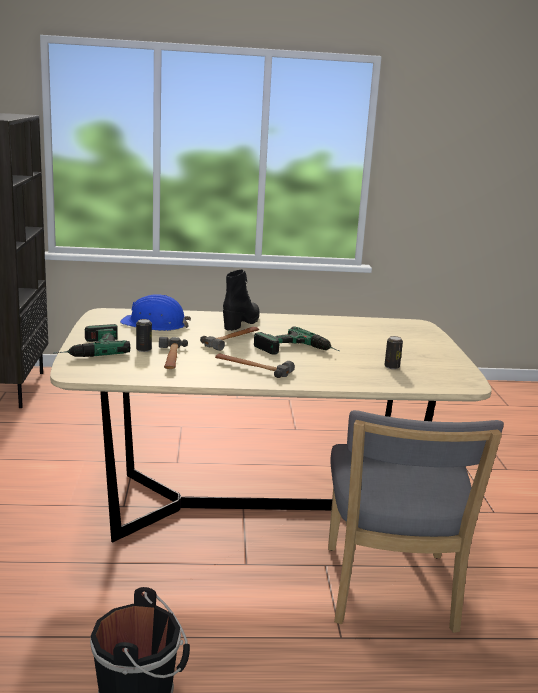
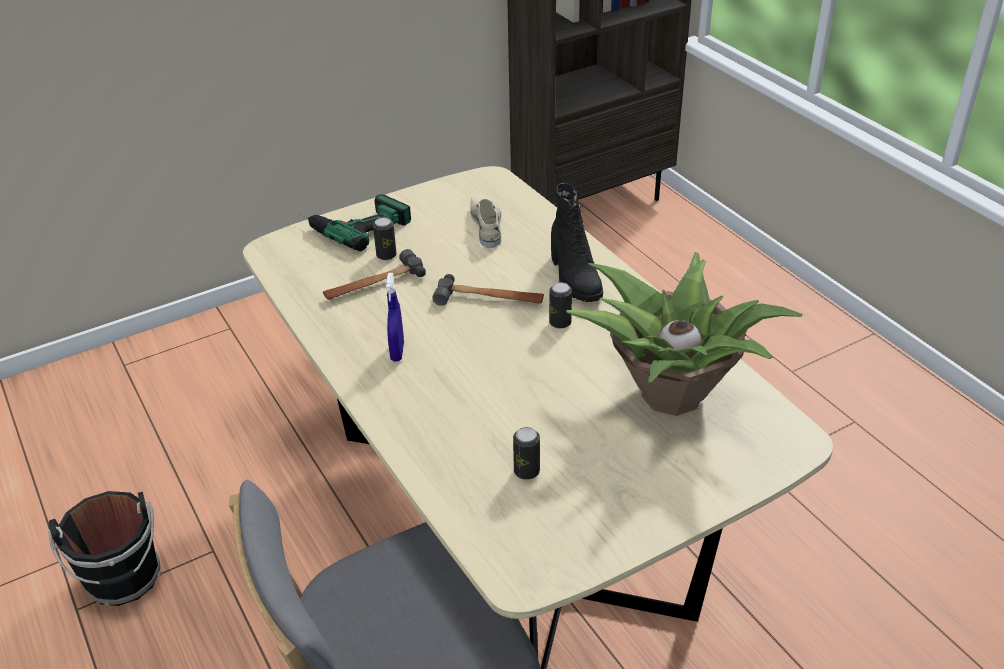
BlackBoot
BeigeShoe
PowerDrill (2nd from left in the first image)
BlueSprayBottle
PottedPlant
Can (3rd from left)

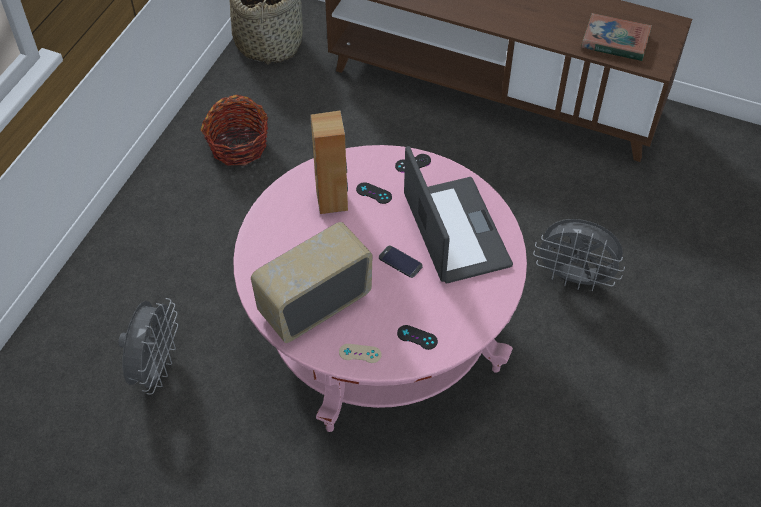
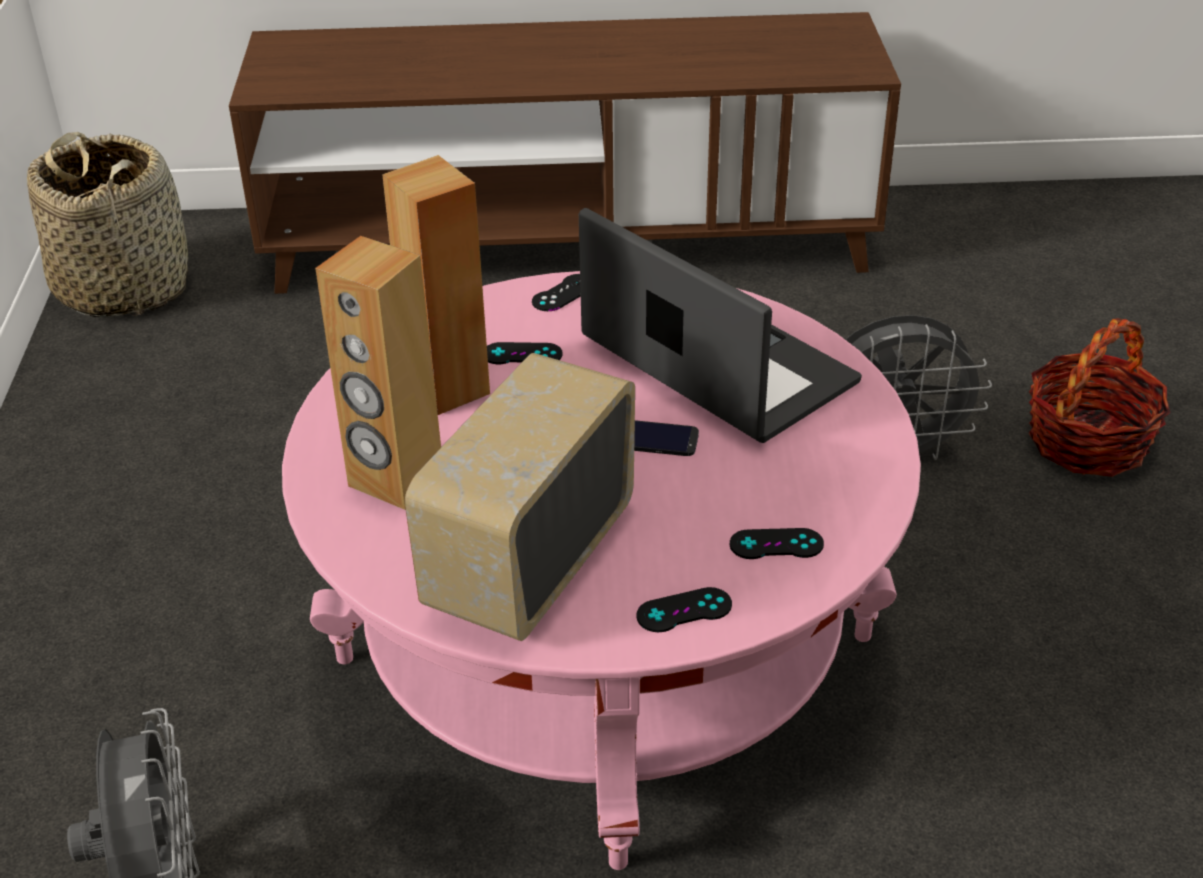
Book
Basket (2nd from left)
BlackGameController (3rd from left)
BrownSpeaker (1st from left)

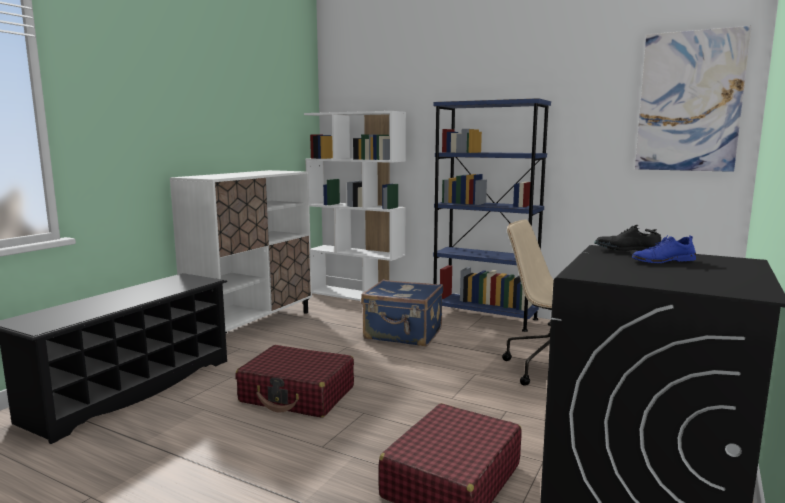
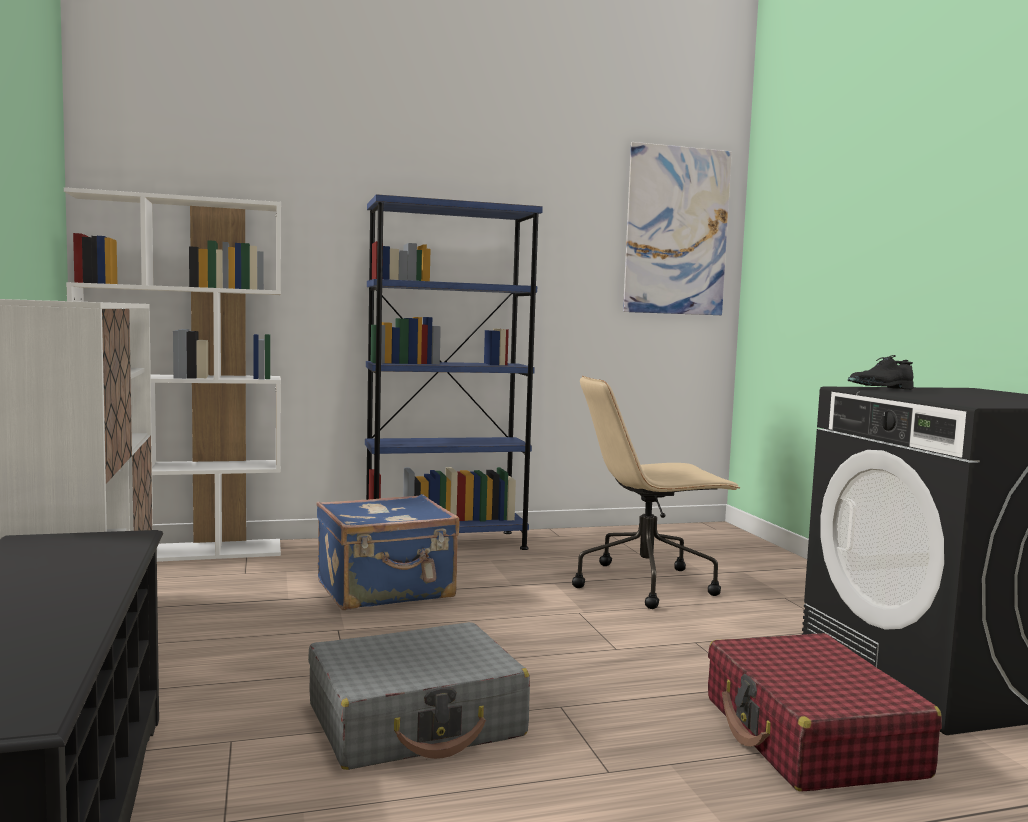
BlueShoe
GreySuitcase

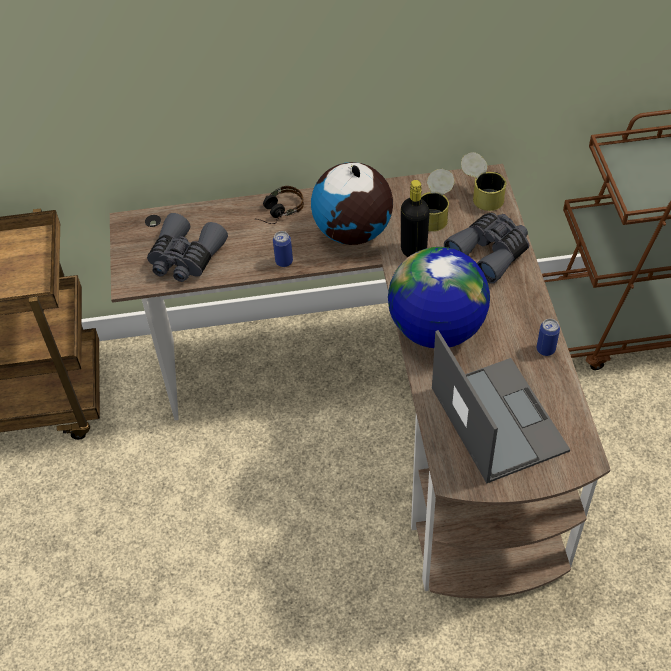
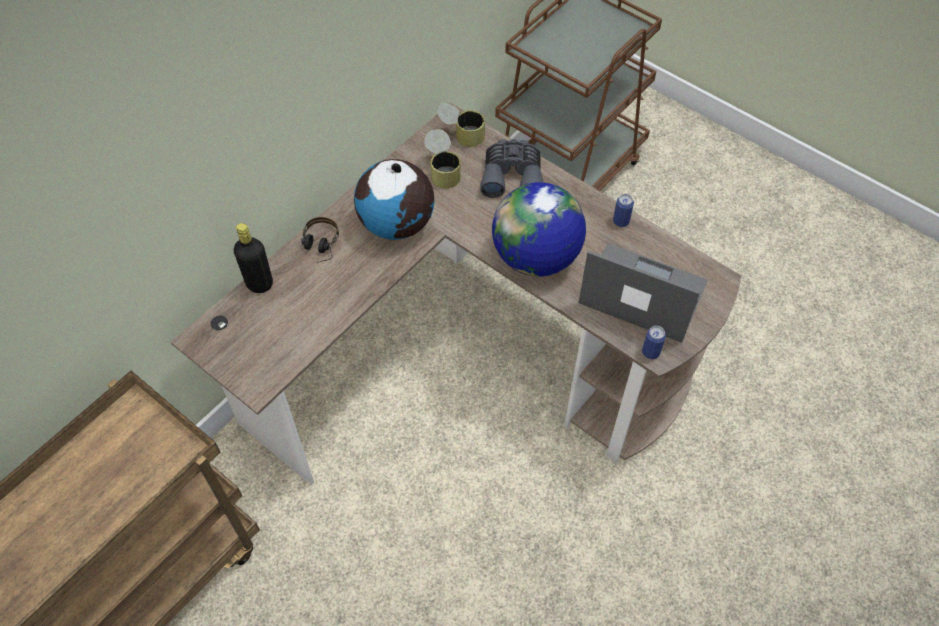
BlackBottle
GreyBinoculars (1st from left in the first image)
Can (4th from left)

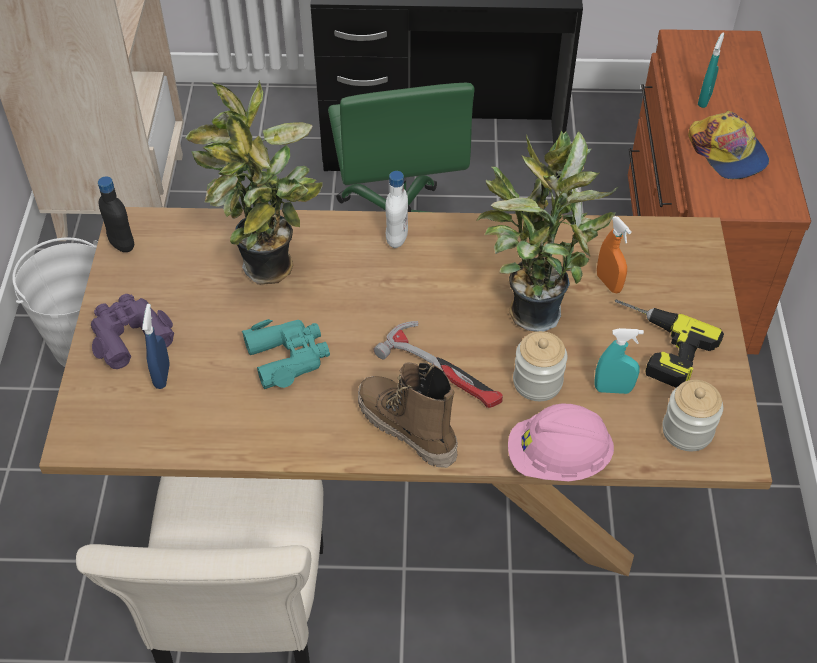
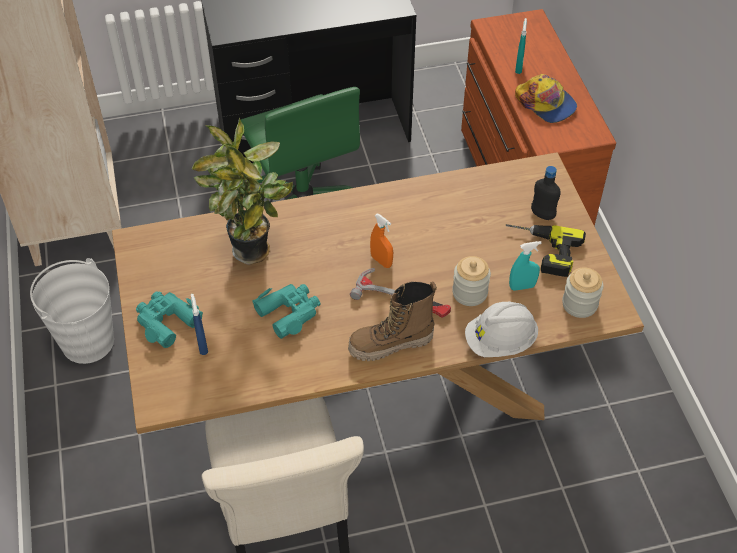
PottedPlant (2nd from left in the first image)
WhiteBottle
BlackBottle
OrangeSprayBottle
TurquoiseBinoculars (1st from left)
Boot
WhiteHardHat

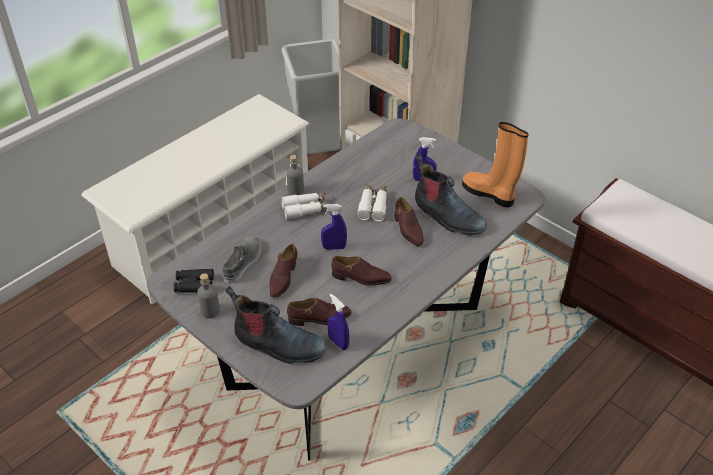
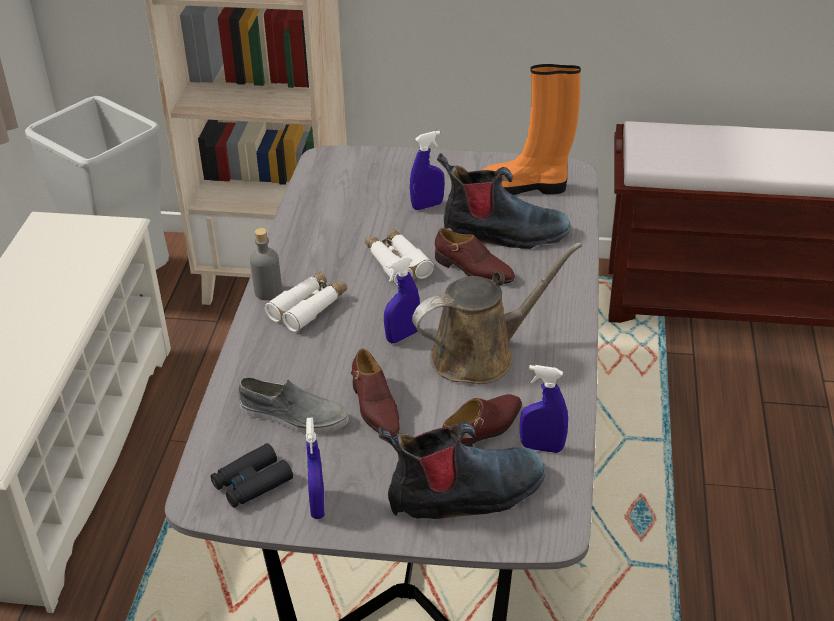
GreyShoe
BrownWateringCan
BlueSprayBottle (1st from left)

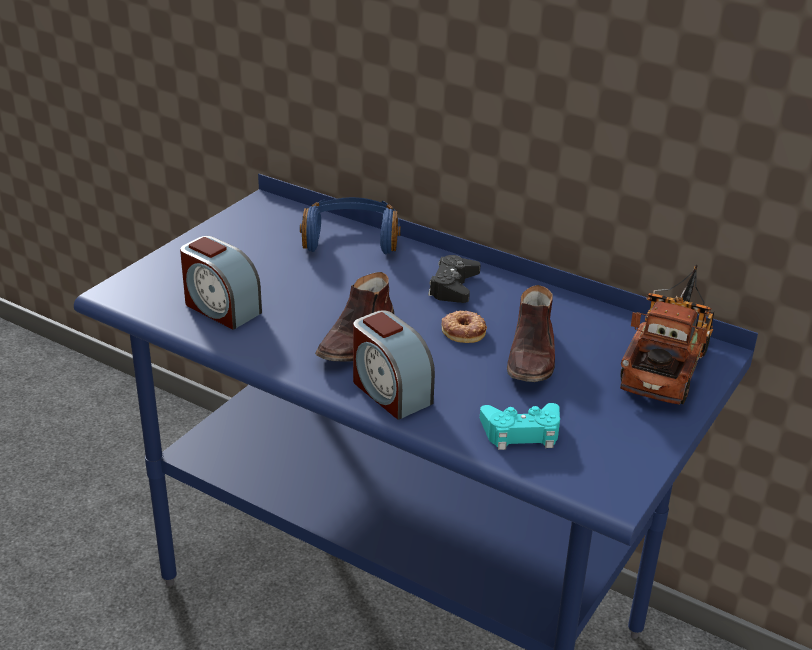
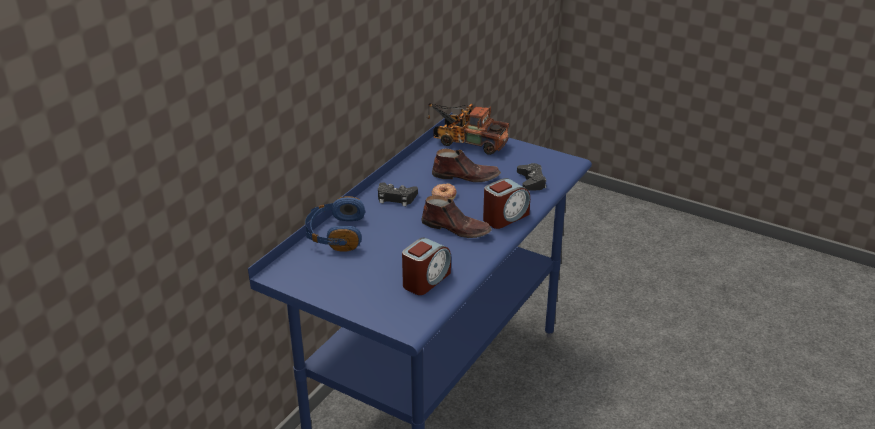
BlackGameController (2nd from left)

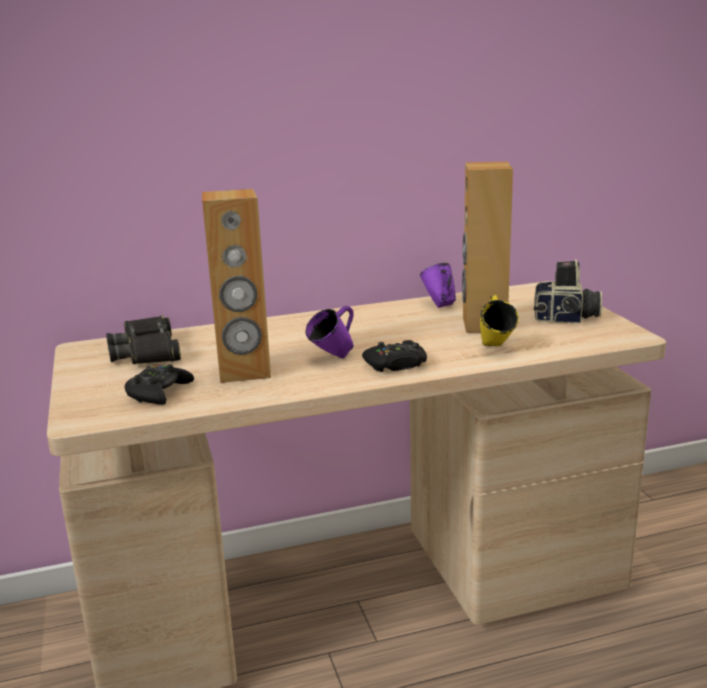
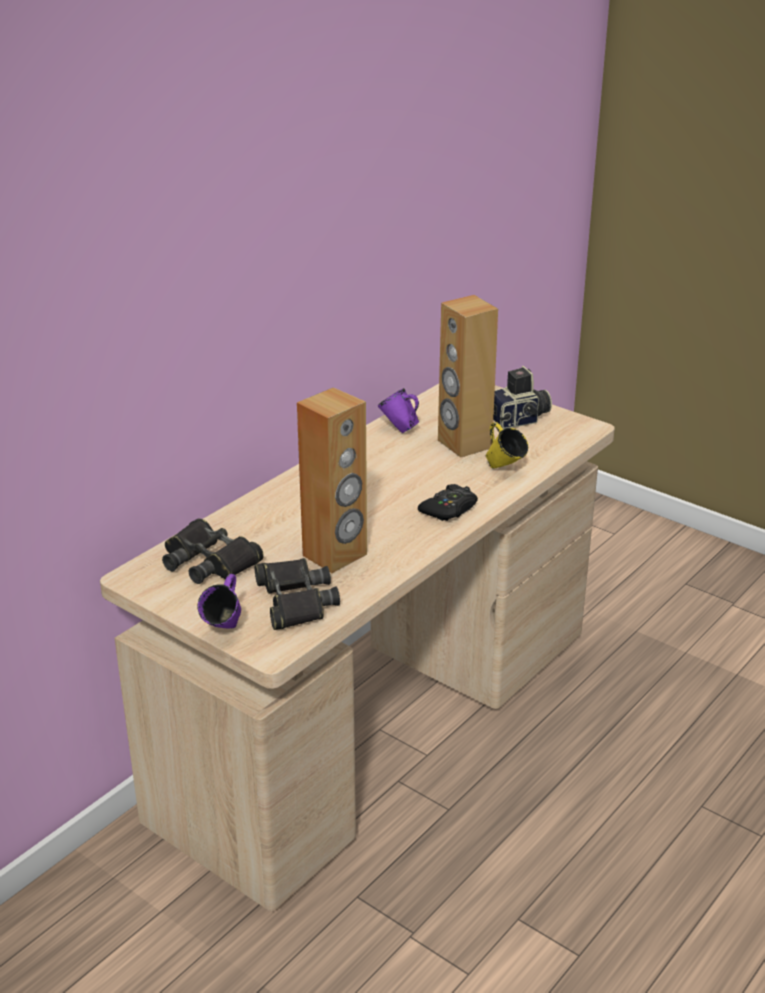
PurpleMug (1st from left)
BlackBinoculars (2nd from left)

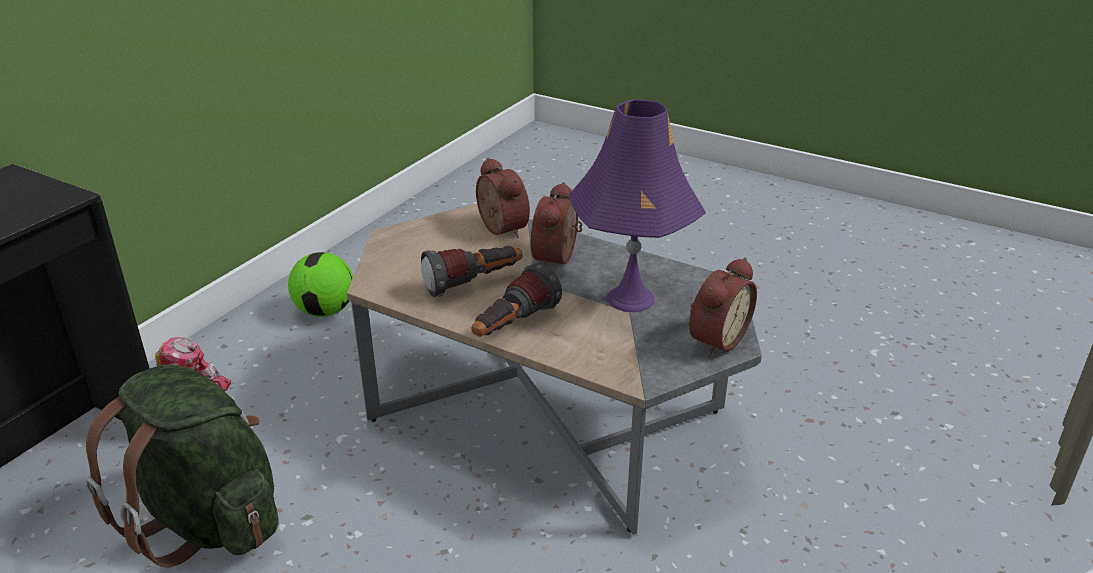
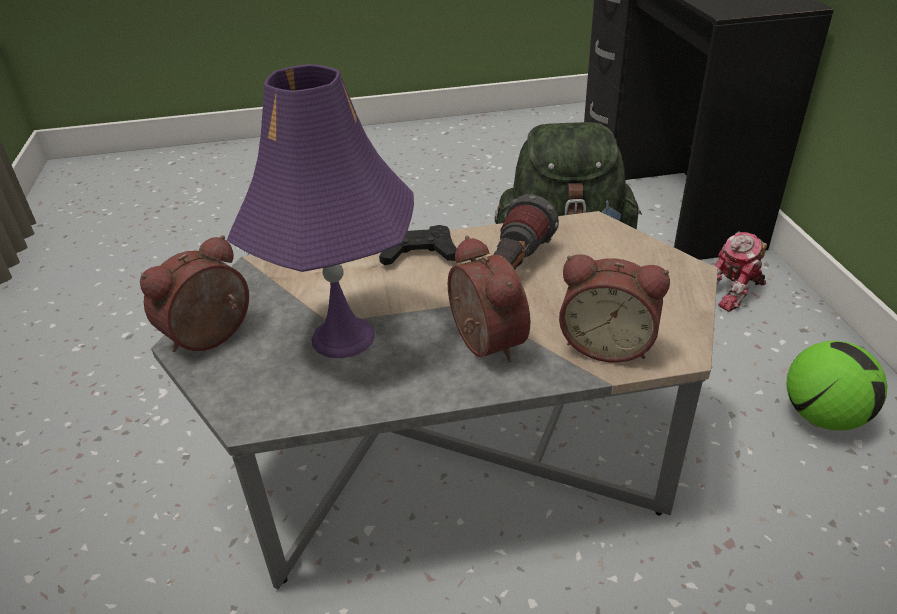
AlarmClock (1st from left)
BlackGameController

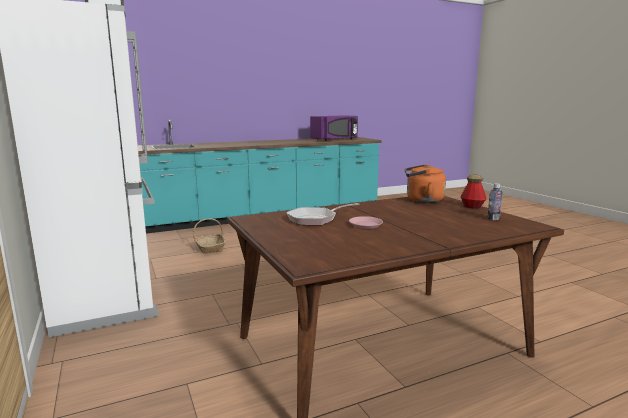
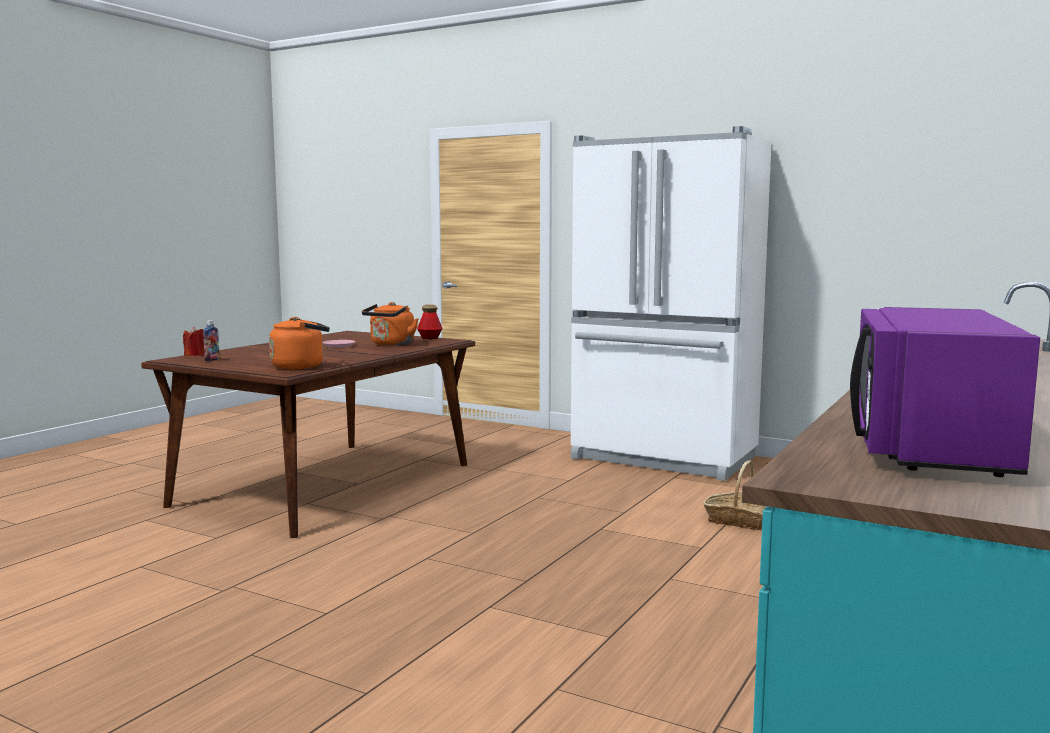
Bottle (2nd from left)
OrangeKettle (2nd from left)
RedCandle

